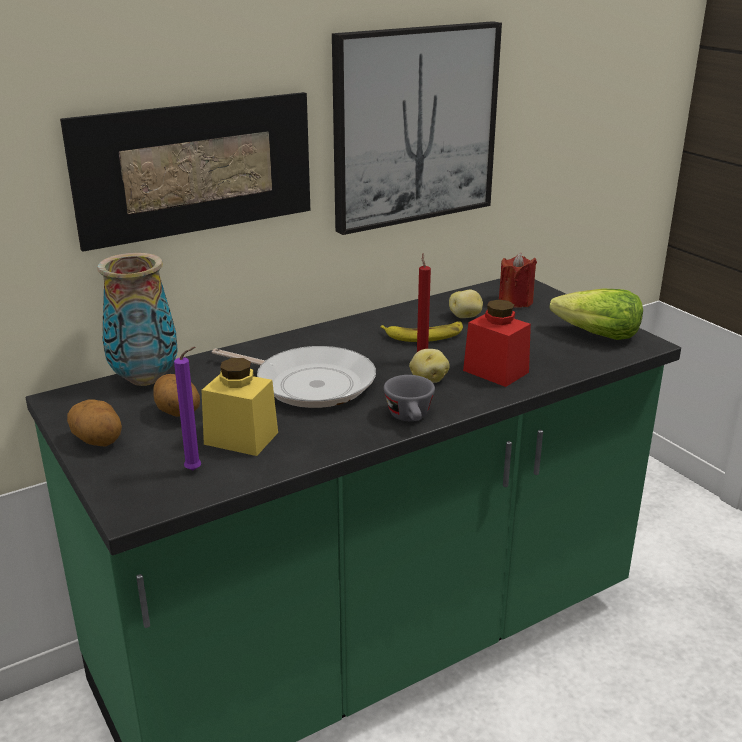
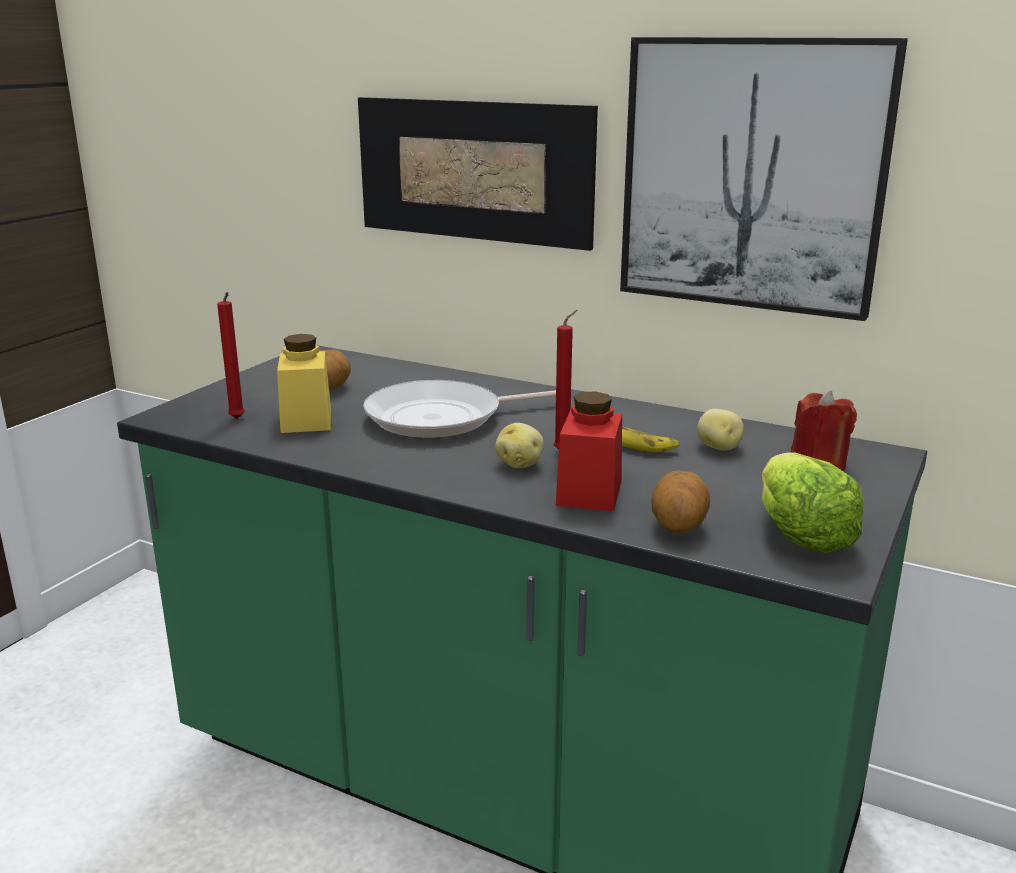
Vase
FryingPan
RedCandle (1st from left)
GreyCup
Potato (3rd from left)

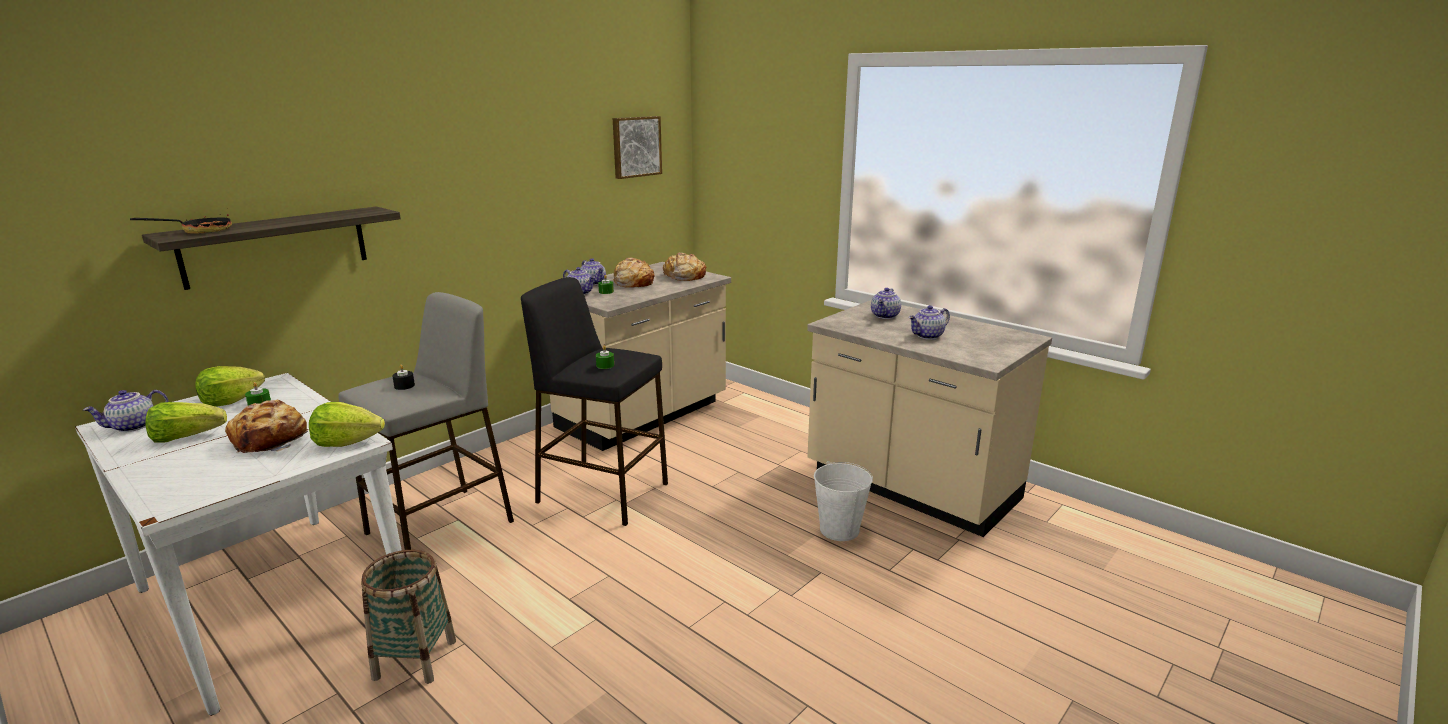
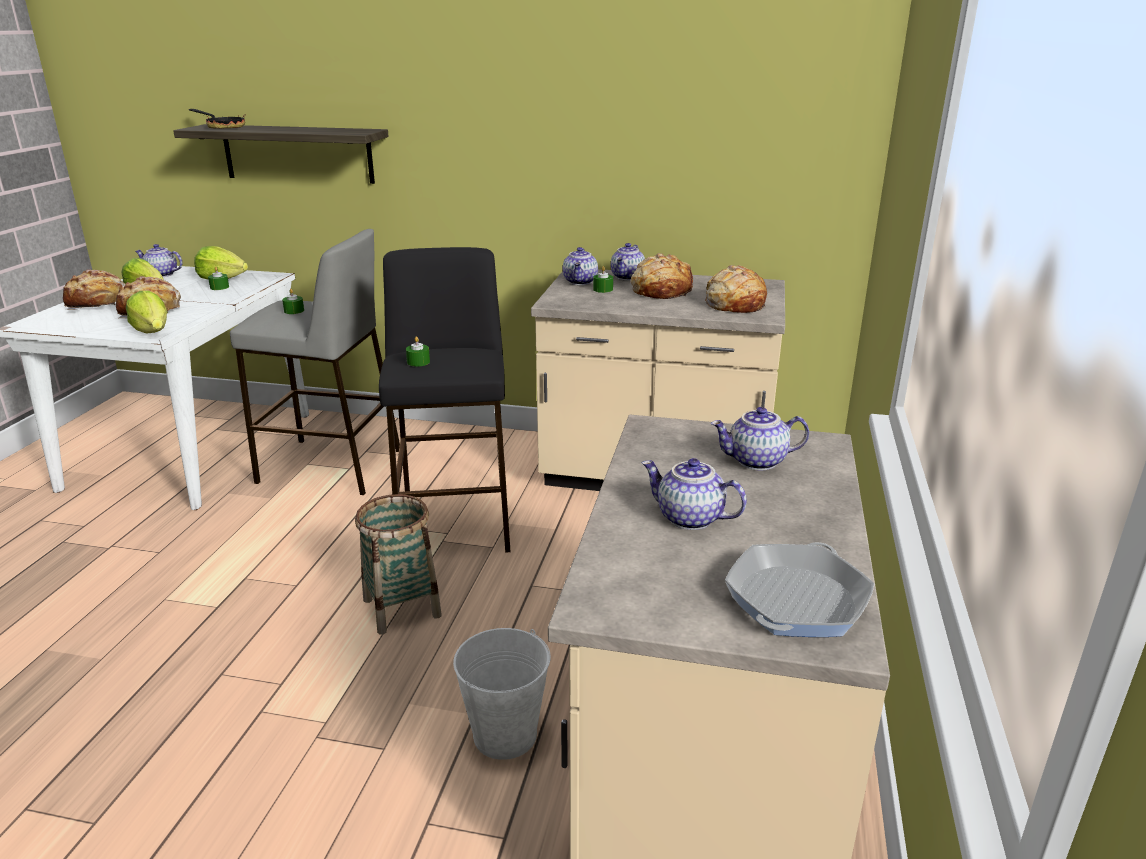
Picture
GreenCandle (2nd from left)
Basket
Bread (1st from left)
FryingPan (2nd from left)

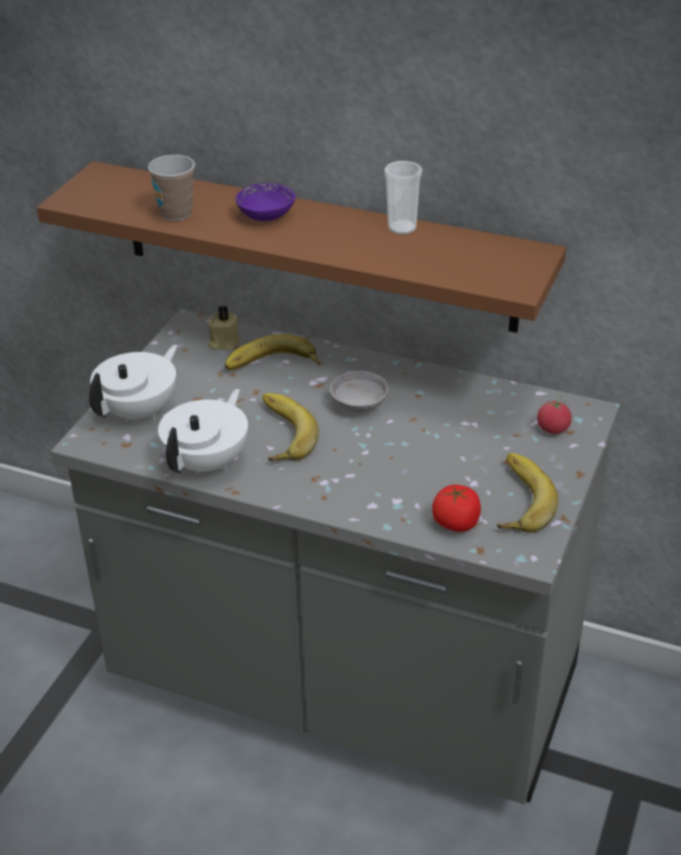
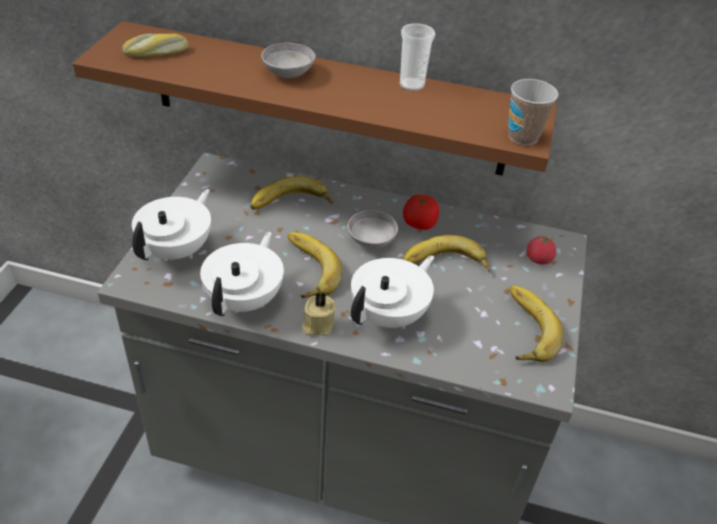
Cup (2nd from left)
GreyBowl (1st from left)
BeigeCandle
Tomato (1st from left)
Bread
Banana (3rd from left)
WhiteTeapot (3rd from left)

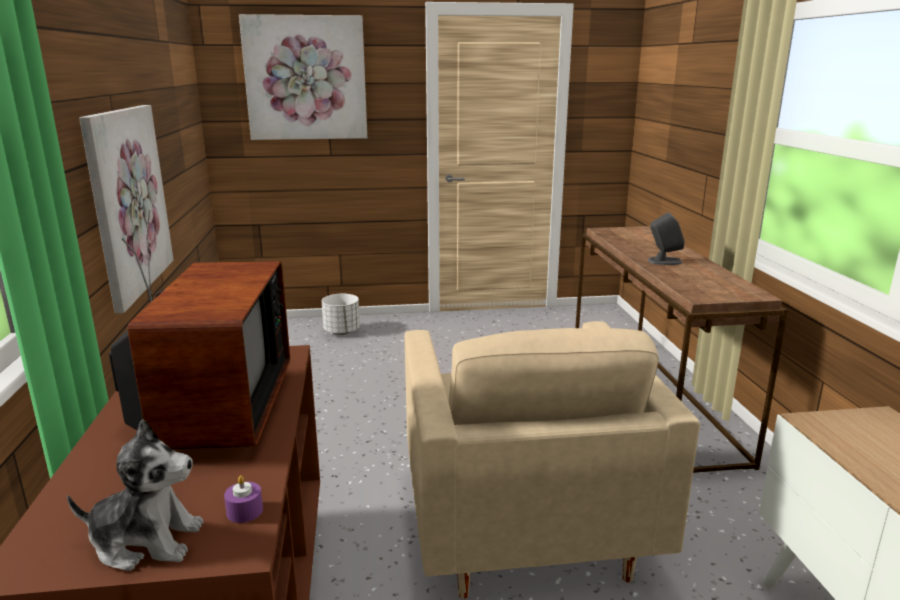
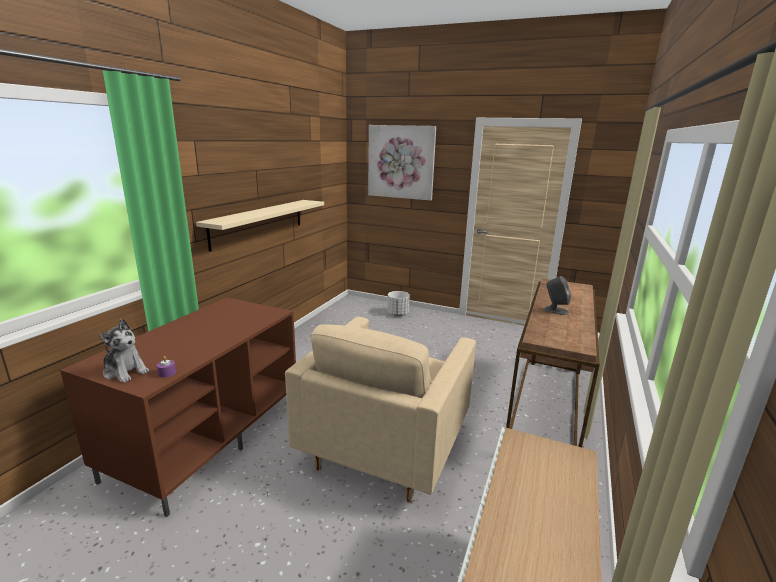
BeigeShelf
Television

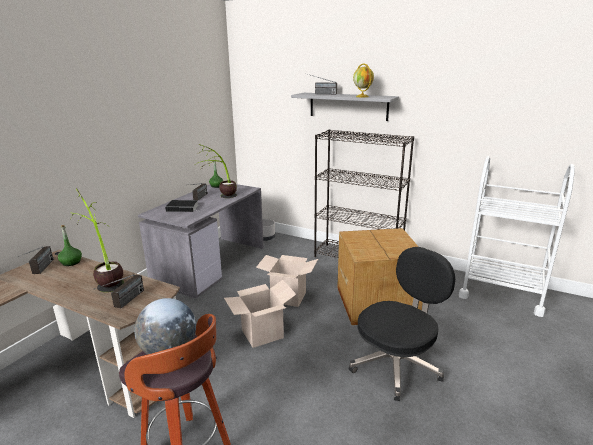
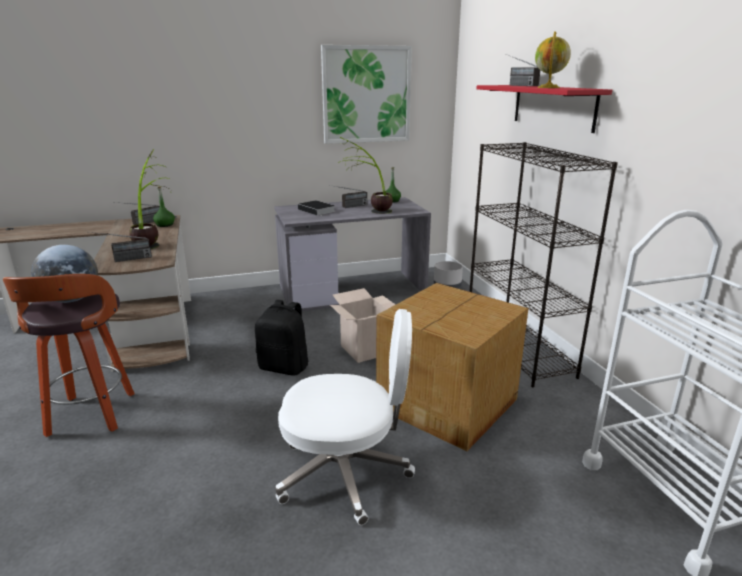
RedShelf
WhiteOfficeChair
BlackBackpack
Picture

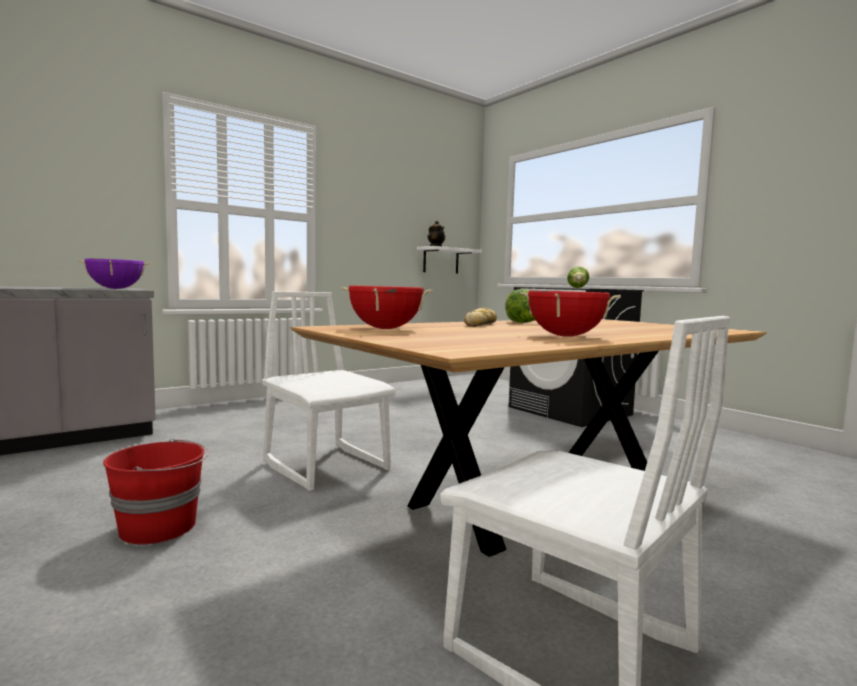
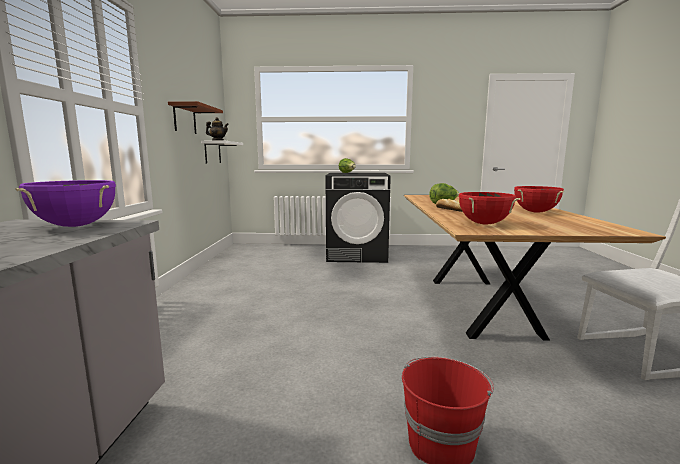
WhiteChair (1st from left in the first image)
BrownShelf

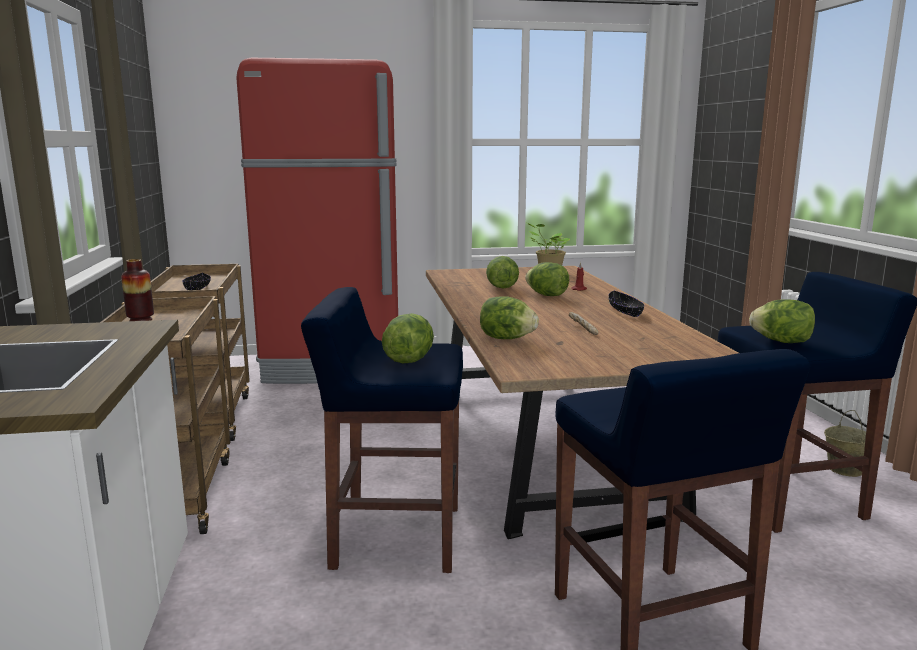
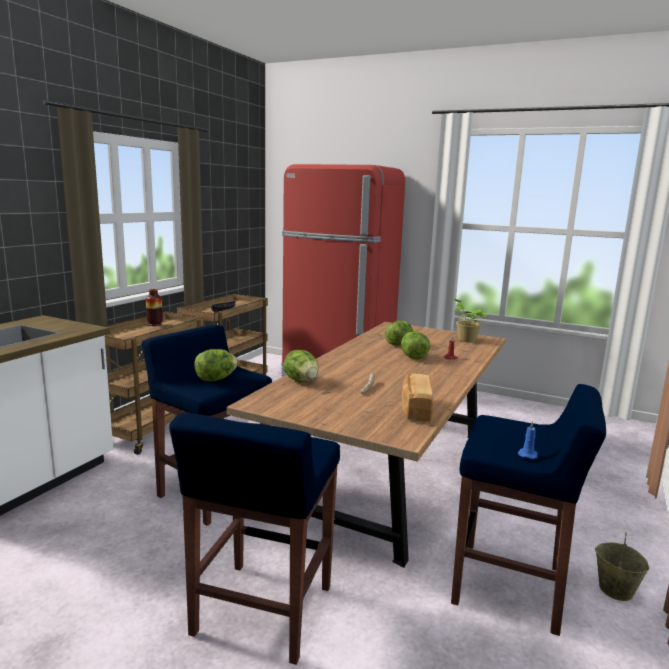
BlackBowl (2nd from left in the first image)
Lettuce (5th from left in the first image)
Bread (2nd from left)
BlueCandle

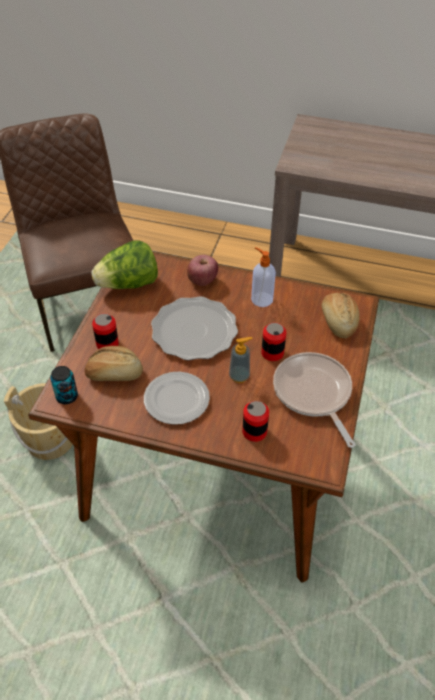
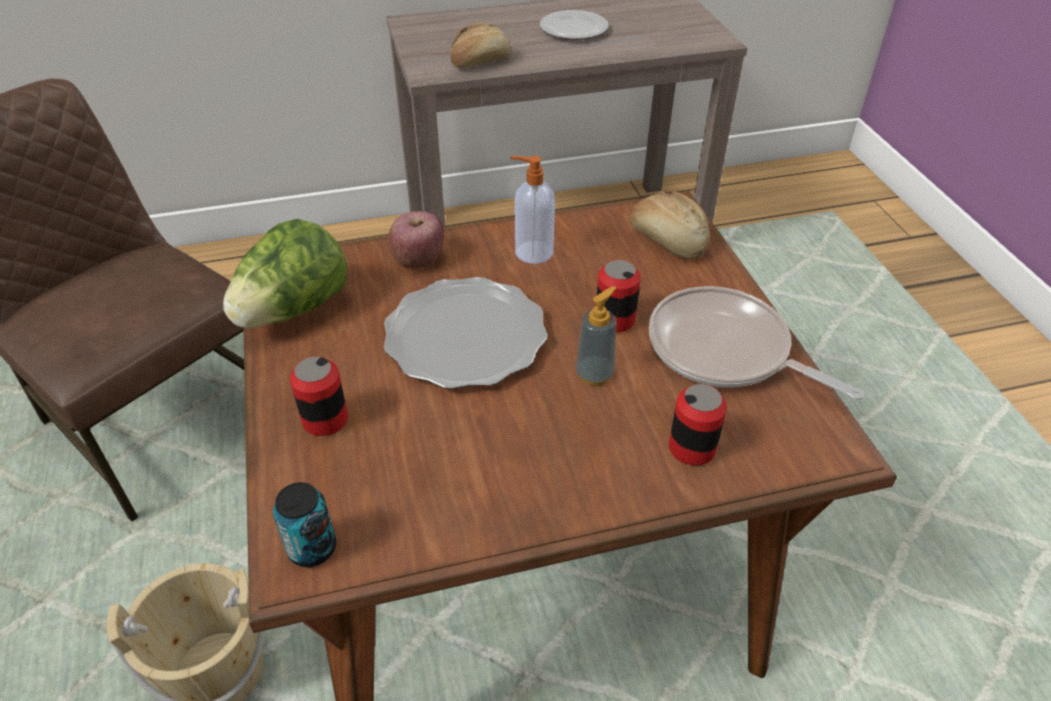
Bread (1st from left)
Plate (2nd from left)

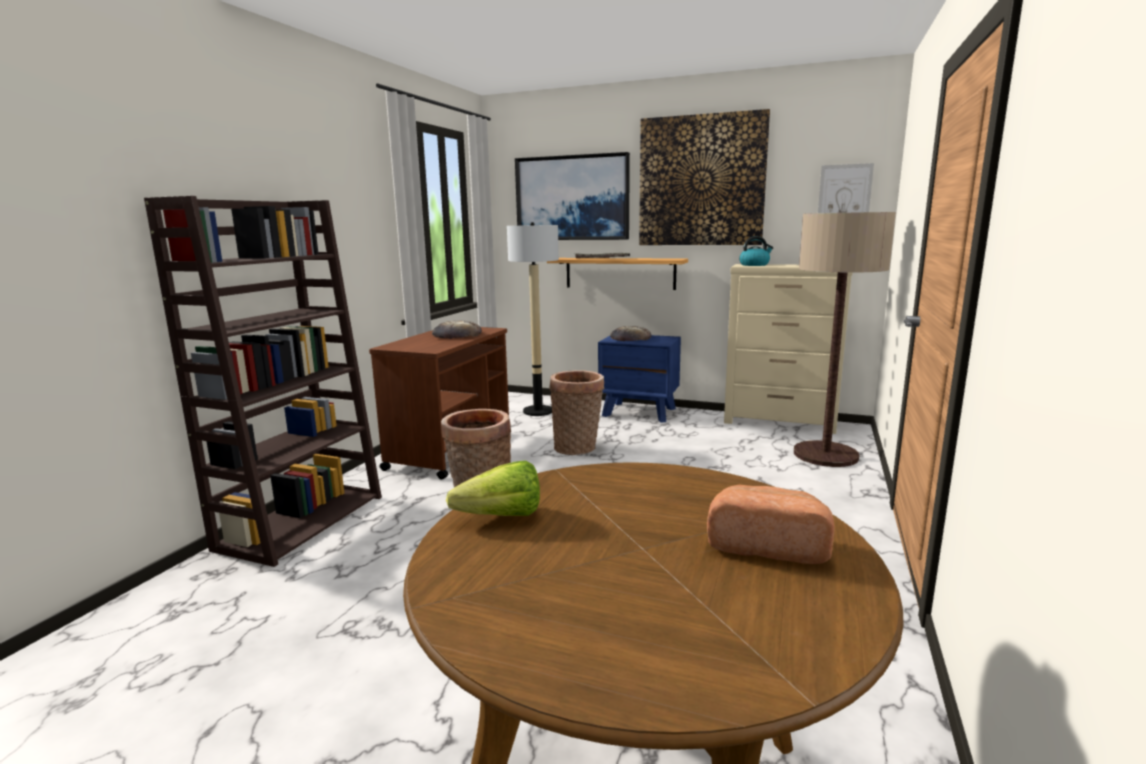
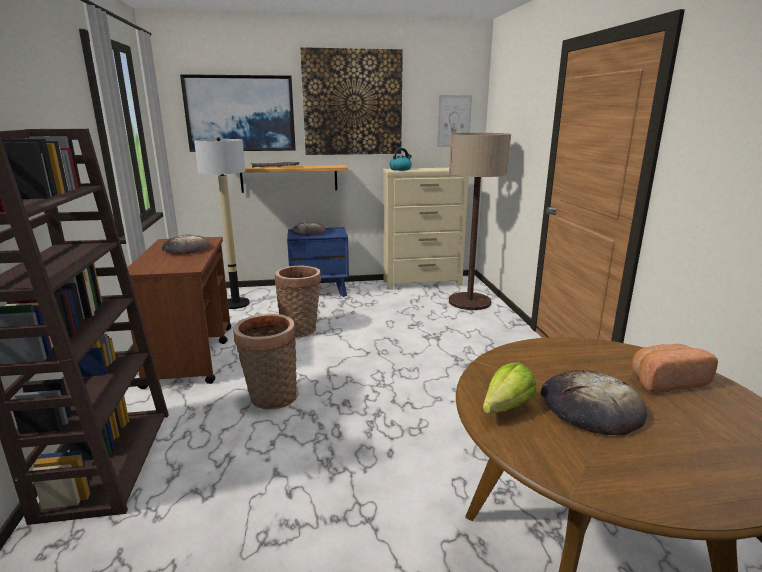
Bread (3rd from left)

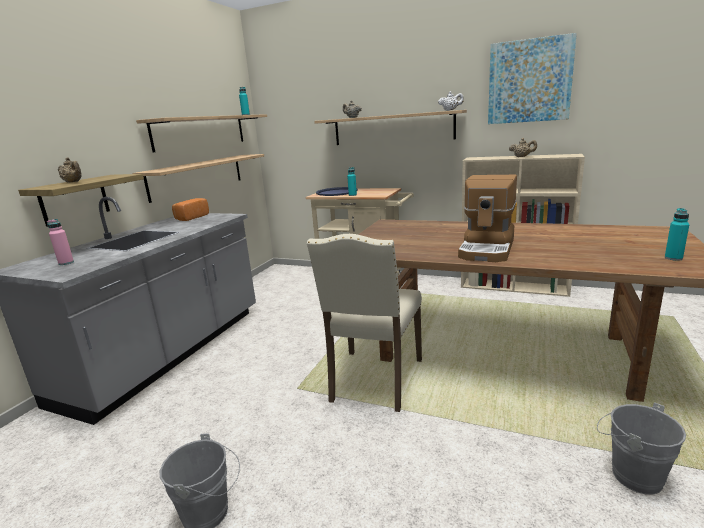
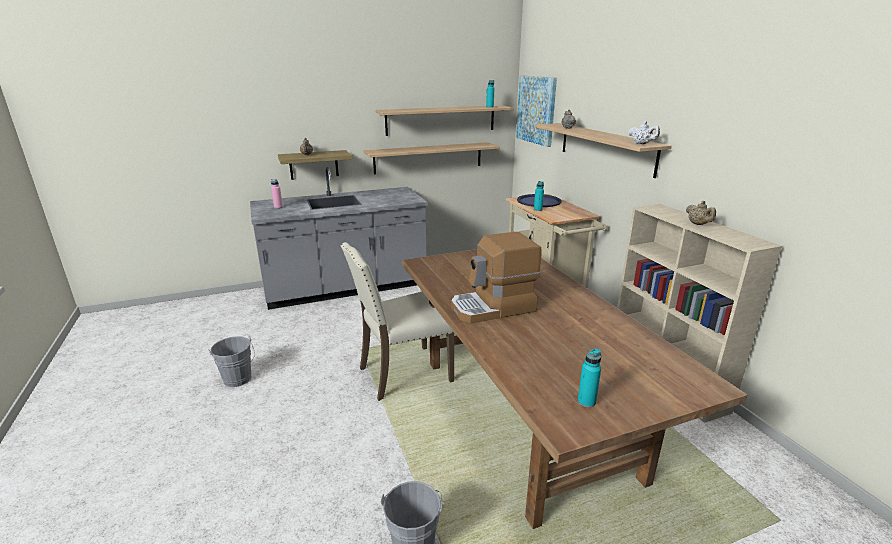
Picture
Bread

